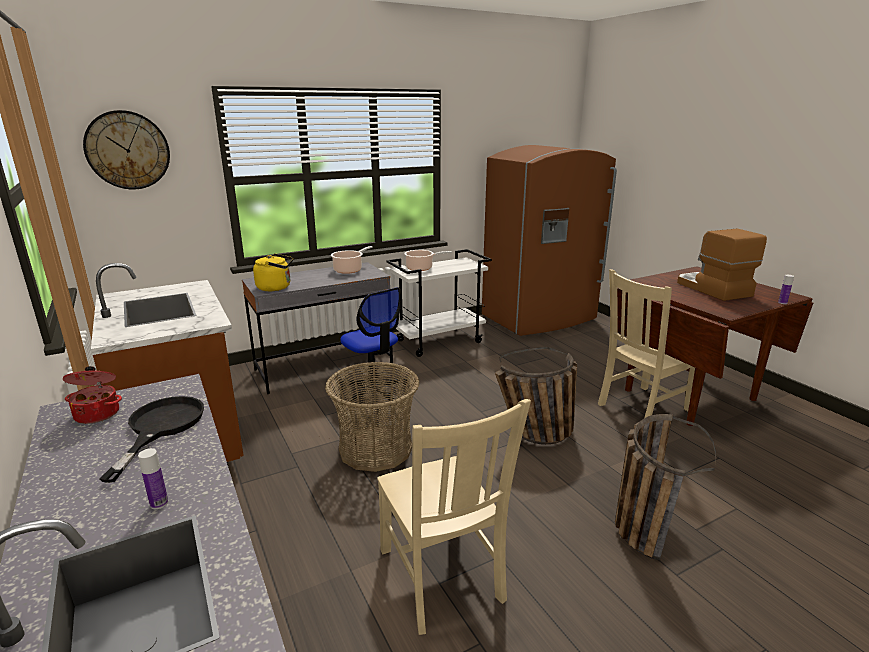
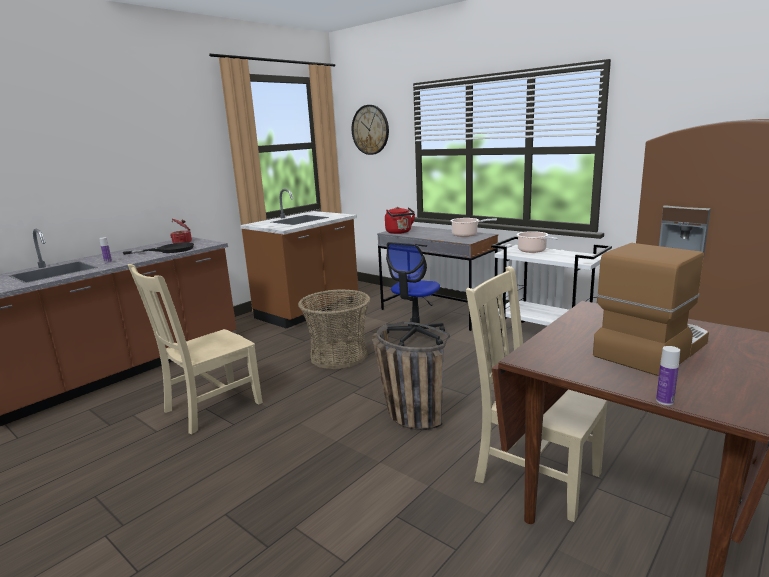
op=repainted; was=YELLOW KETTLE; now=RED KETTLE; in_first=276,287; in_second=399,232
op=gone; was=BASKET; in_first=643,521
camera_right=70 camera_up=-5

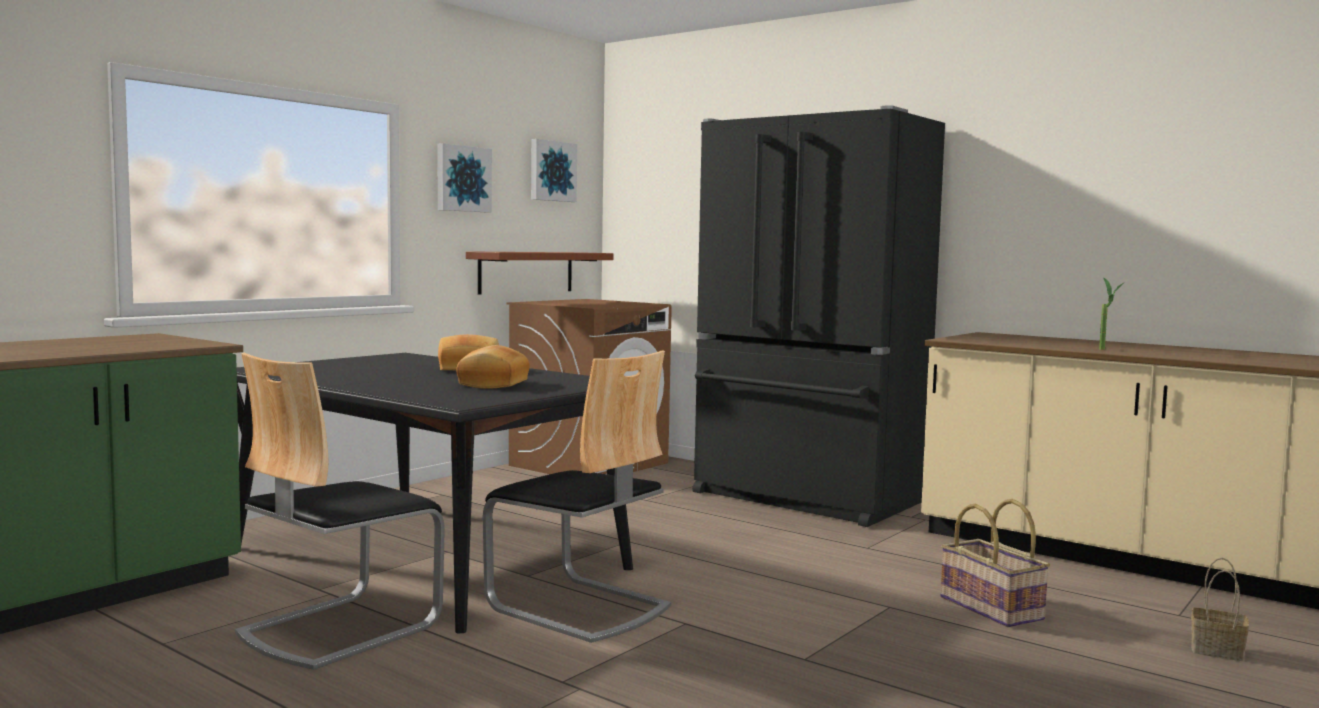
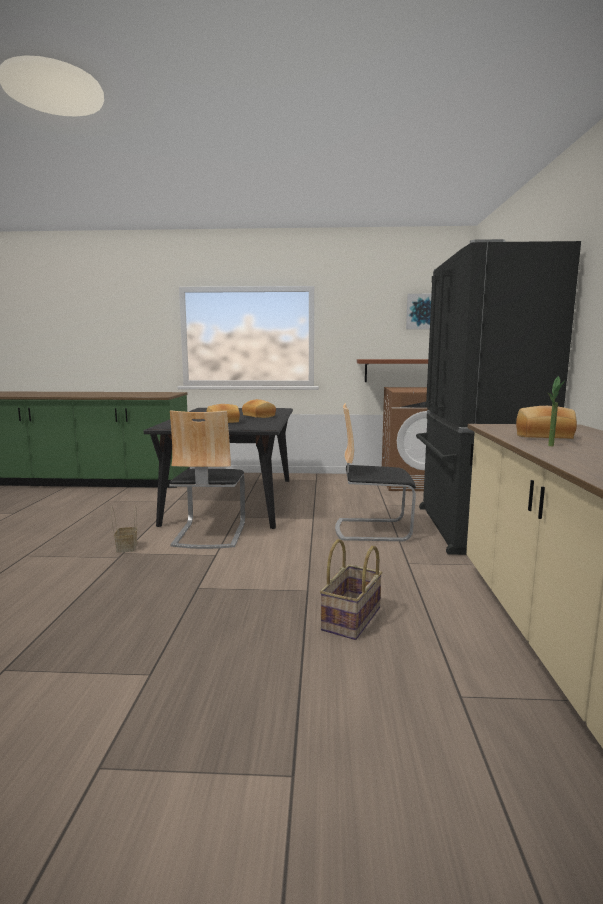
op=shifted; was=CHAIR; in_first=338,628; in_second=372,529
op=gone; was=PICTURE; in_first=462,179
op=shifted; was=BASKET; in_first=1215,651; in_second=126,547
op=new; now=BREAD; in_second=544,436
camera_right=55 camera_up=5

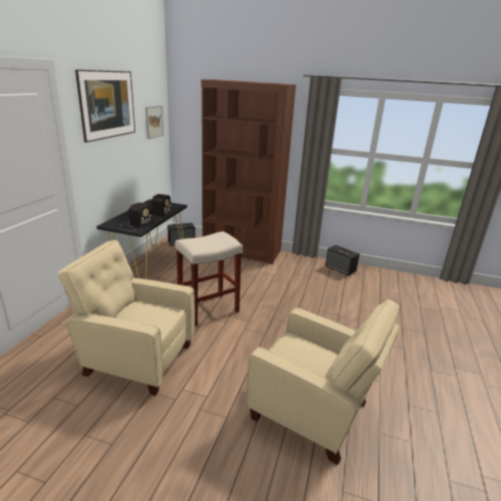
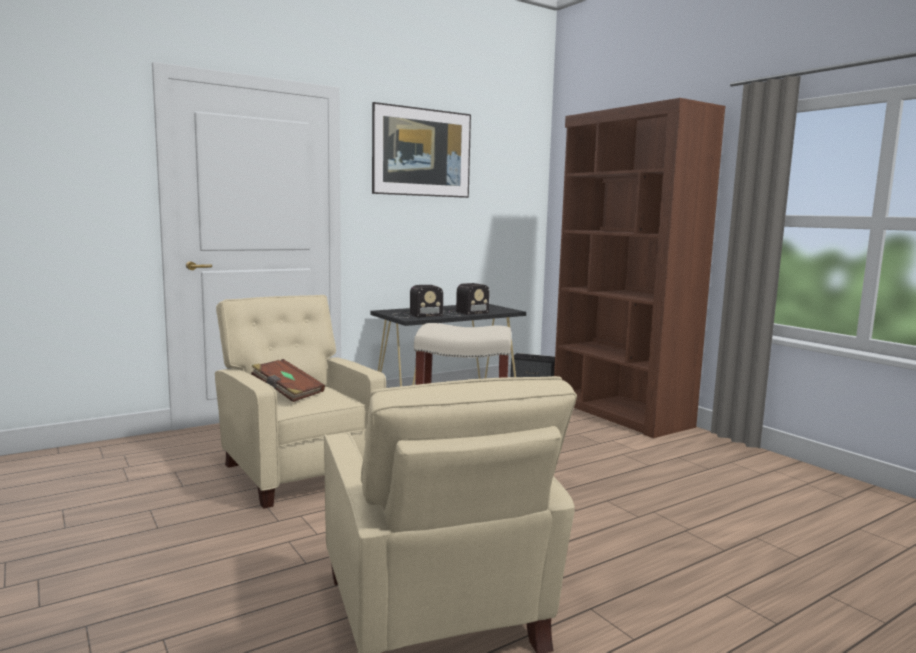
op=gone; was=PICTURE; in_first=154,122
op=gone; was=SPEAKER; in_first=340,269
op=new; now=BROWN BOOK; in_second=287,393
camera_right=40 camera_up=-15

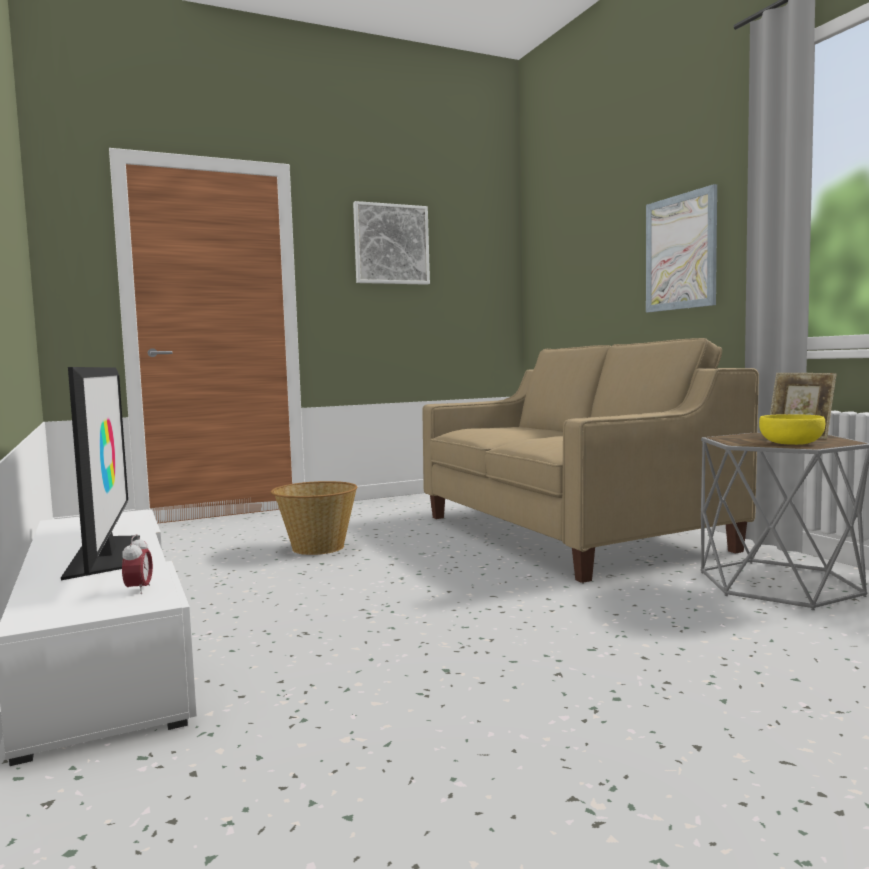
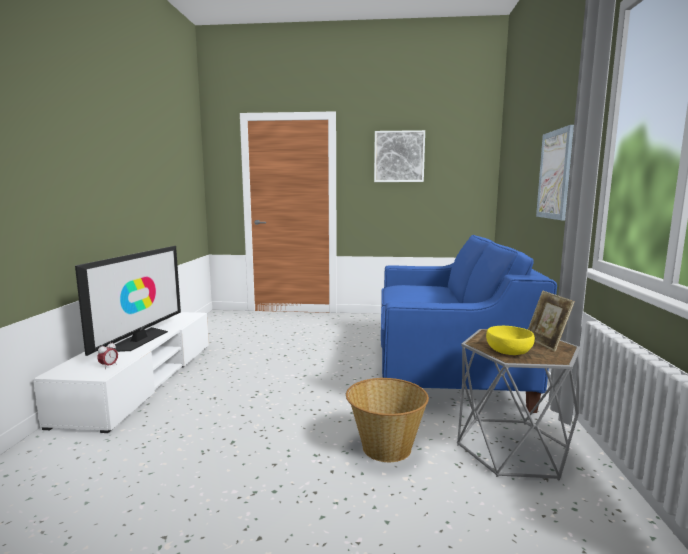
op=shifted; was=BASKET; in_first=317,548; in_second=385,447
op=repainted; was=BEIGE SOFA; now=BLUE SOFA; in_first=568,533; in_second=445,365
camera_right=30 camera_up=5

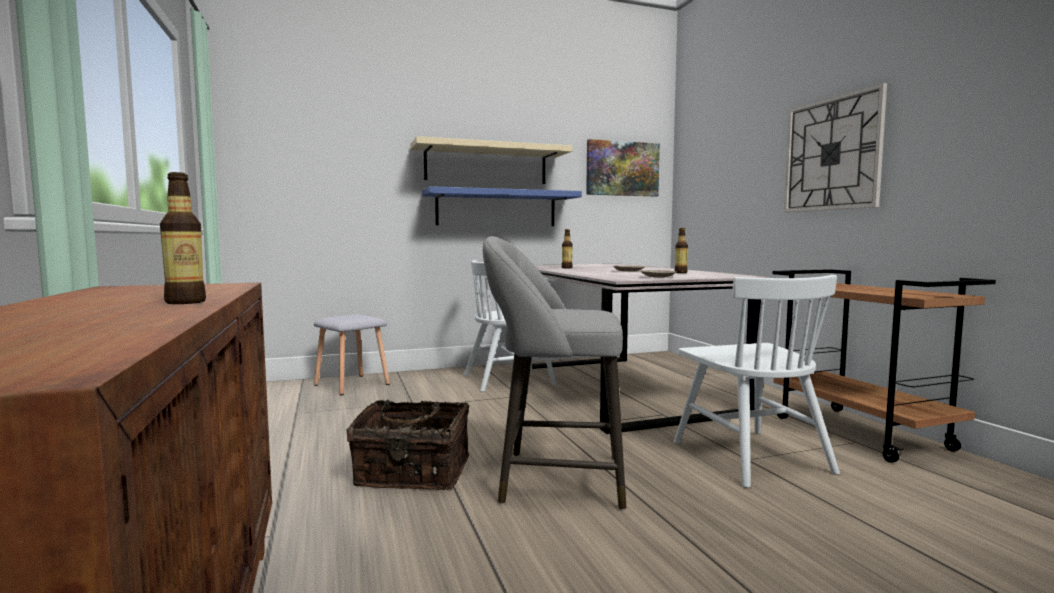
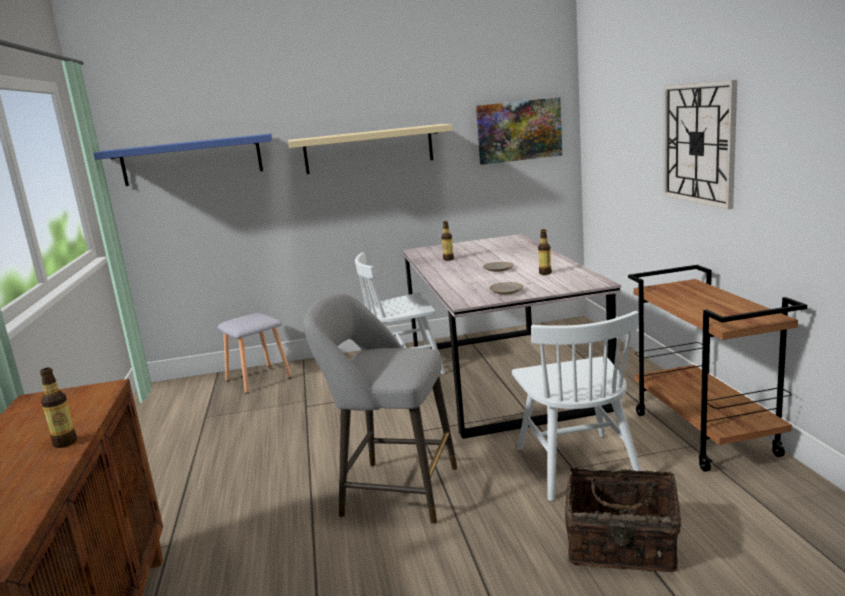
op=shifted; was=BASKET; in_first=412,474; in_second=621,546
op=shifted; was=BLUE SHELF; in_first=496,209; in_second=192,160
camera_right=10 camera_up=10

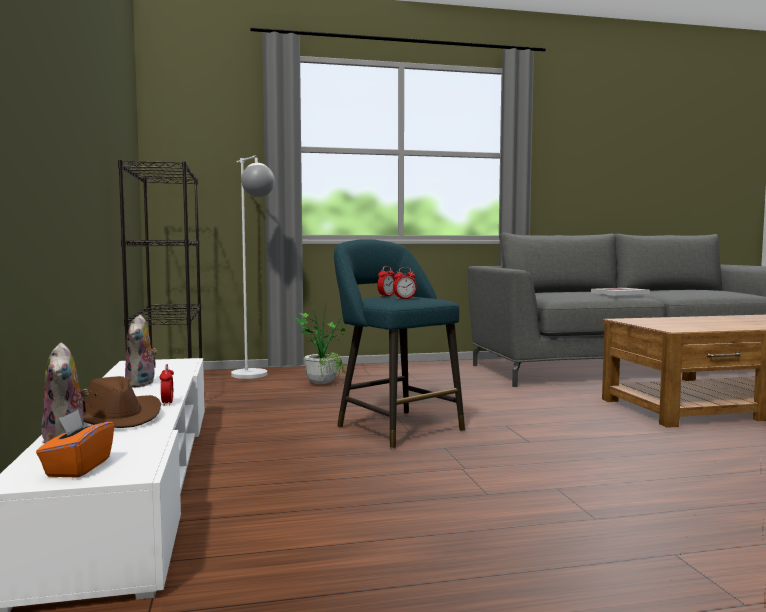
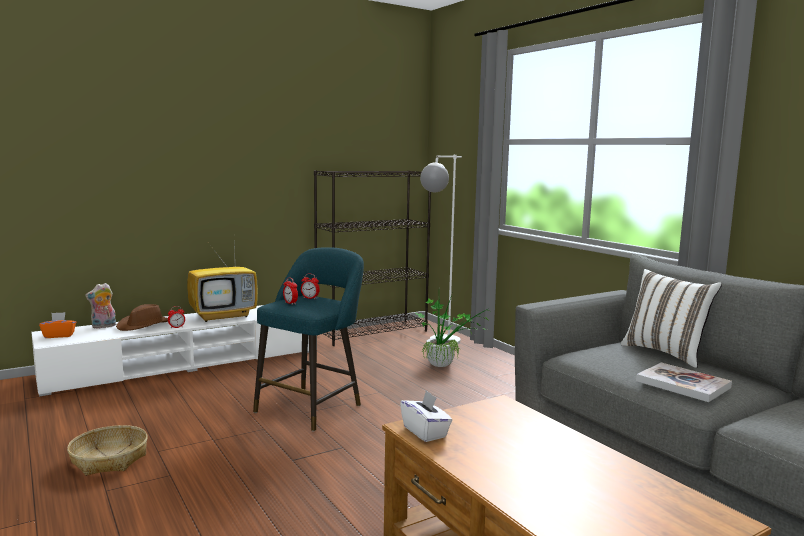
op=swapped; was=PLUSH TOY; now=TELEVISION; in_first=142,384; in_second=224,316
op=new; now=BASKET; in_second=109,459
op=new; now=WHITE TISSUE BOX; in_second=425,432
op=new; now=WHITE PILLOW; in_second=665,353
camera_right=70 camera_up=5

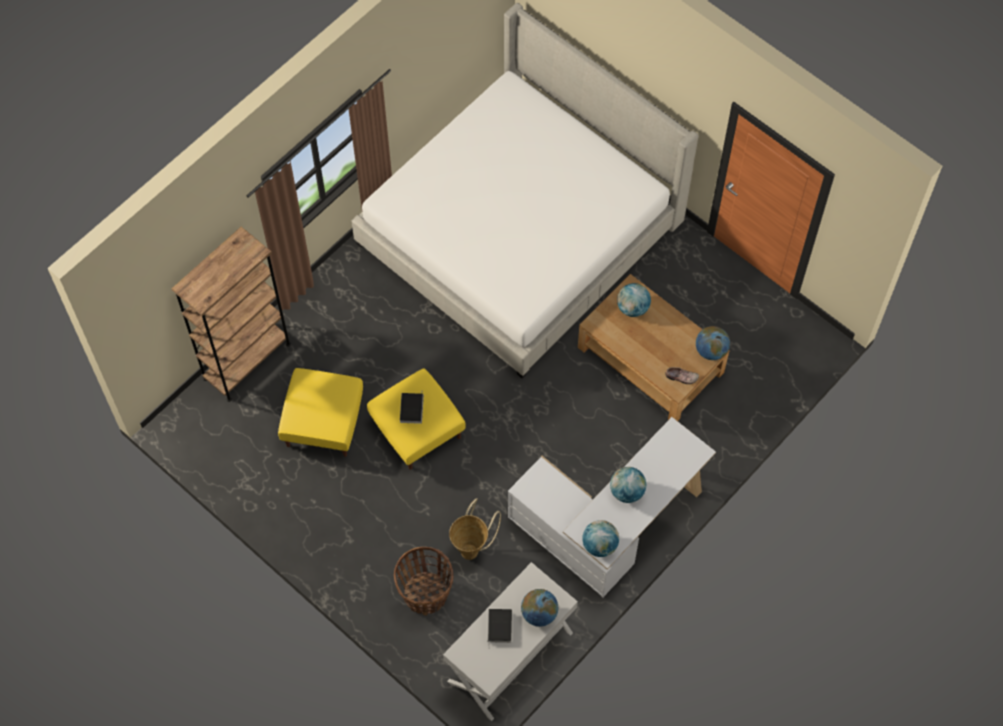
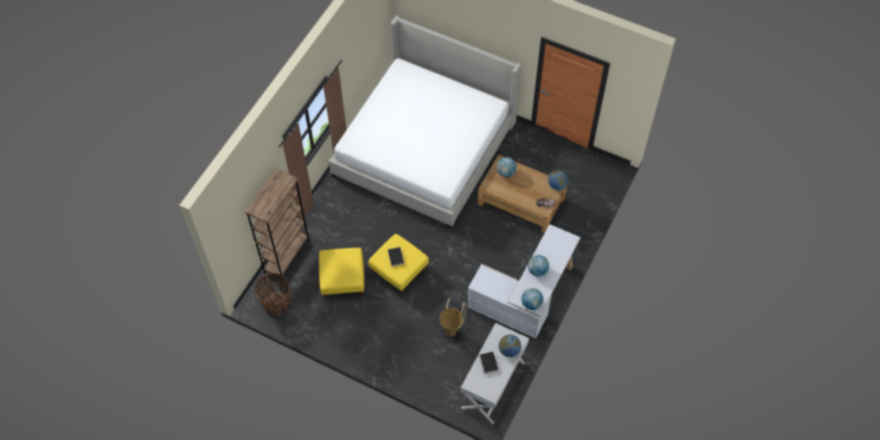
op=shifted; was=BASKET; in_first=426,594; in_second=276,304
camera_right=-15 camera_up=-5

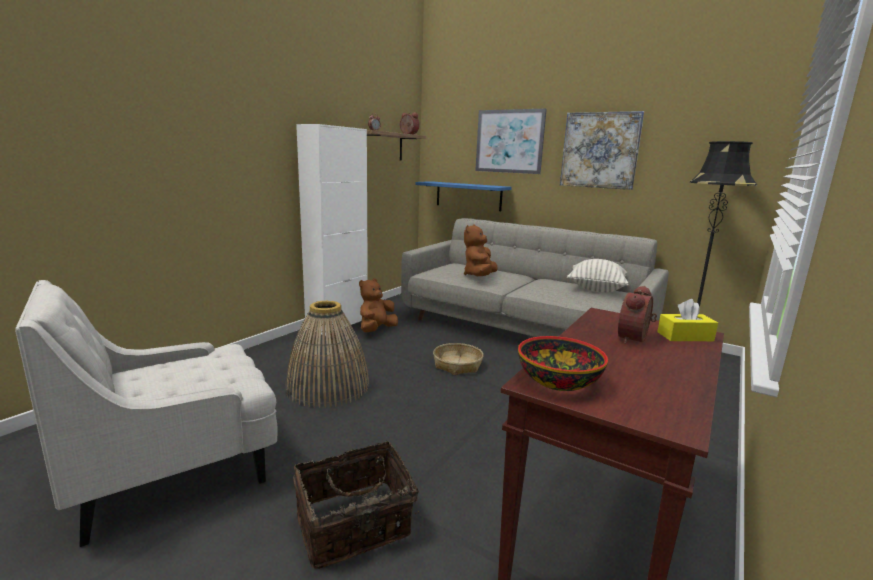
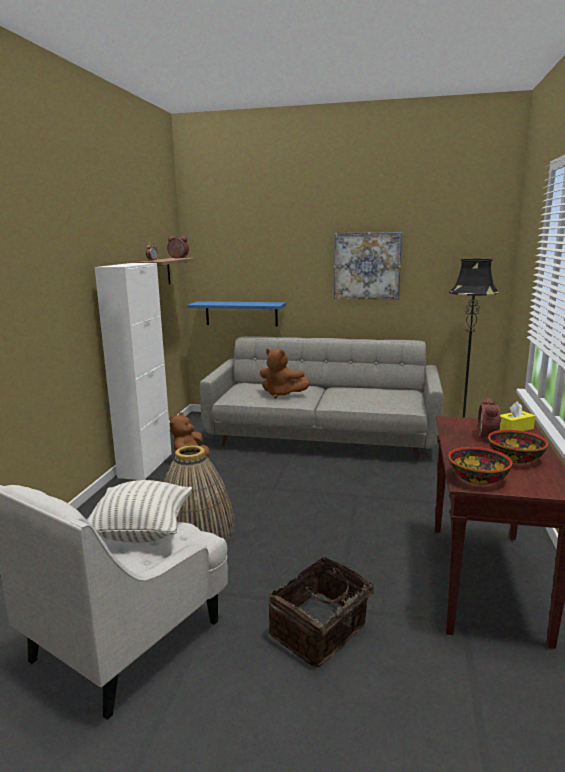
op=gone; was=BASKET; in_first=457,365
op=rotated; was=BROWN PLUSH TOY; in_first=479,276; in_second=281,394; clockwise=-60
op=gone; was=PICTURE; in_first=509,141
op=shifted; was=PILLOW; in_first=596,289; in_second=141,532
op=new; now=BOWL; in_second=515,458
camera_right=-20 camera_up=0

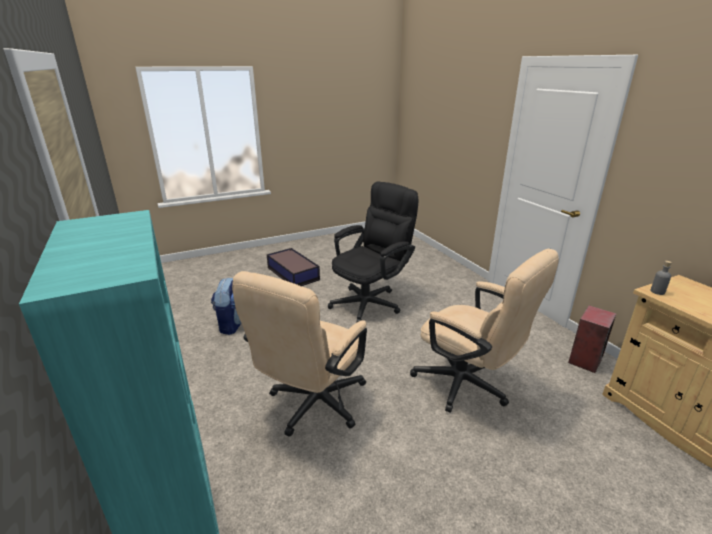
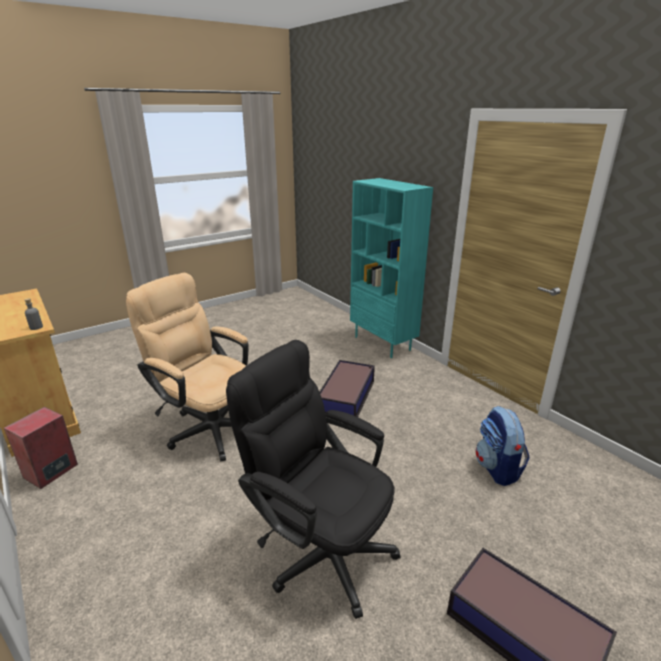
op=swapped; was=BEIGE OFFICE CHAIR; now=STORAGE BOX; in_first=312,407; in_second=347,397
op=rotated; was=BLACK OFFICE CHAIR; in_first=371,302; in_second=320,548; clockwise=90
camera_right=170 camera_up=0

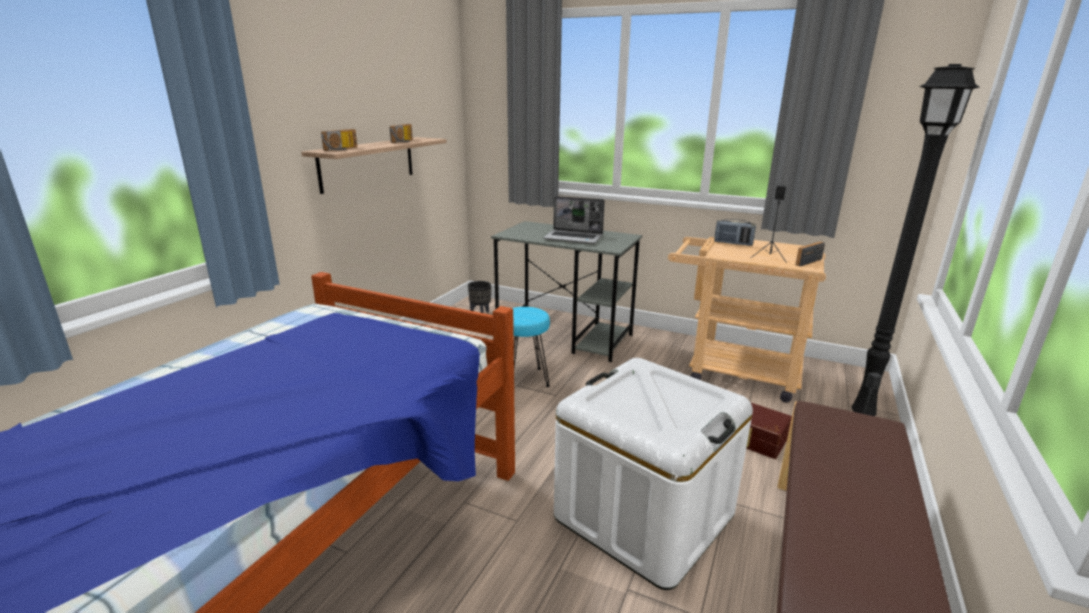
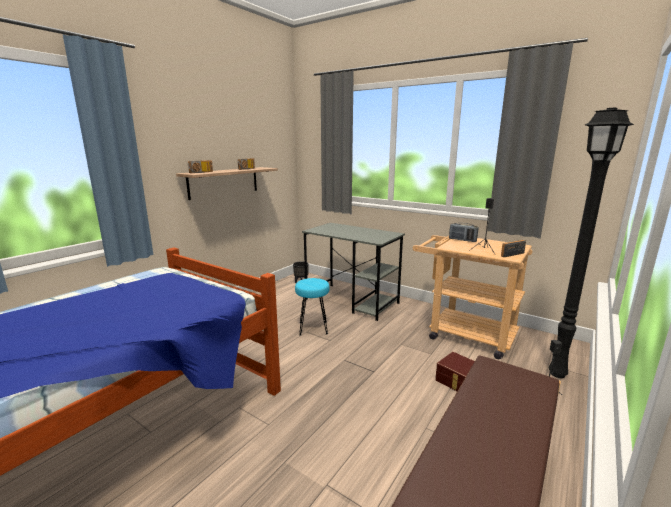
op=gone; was=LAPTOP; in_first=574,238
op=gone; was=WHITE STORAGE BOX; in_first=644,516
camera_right=10 camera_up=-5

